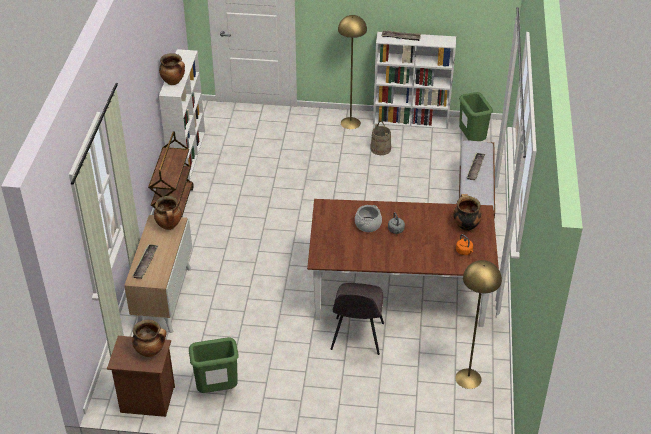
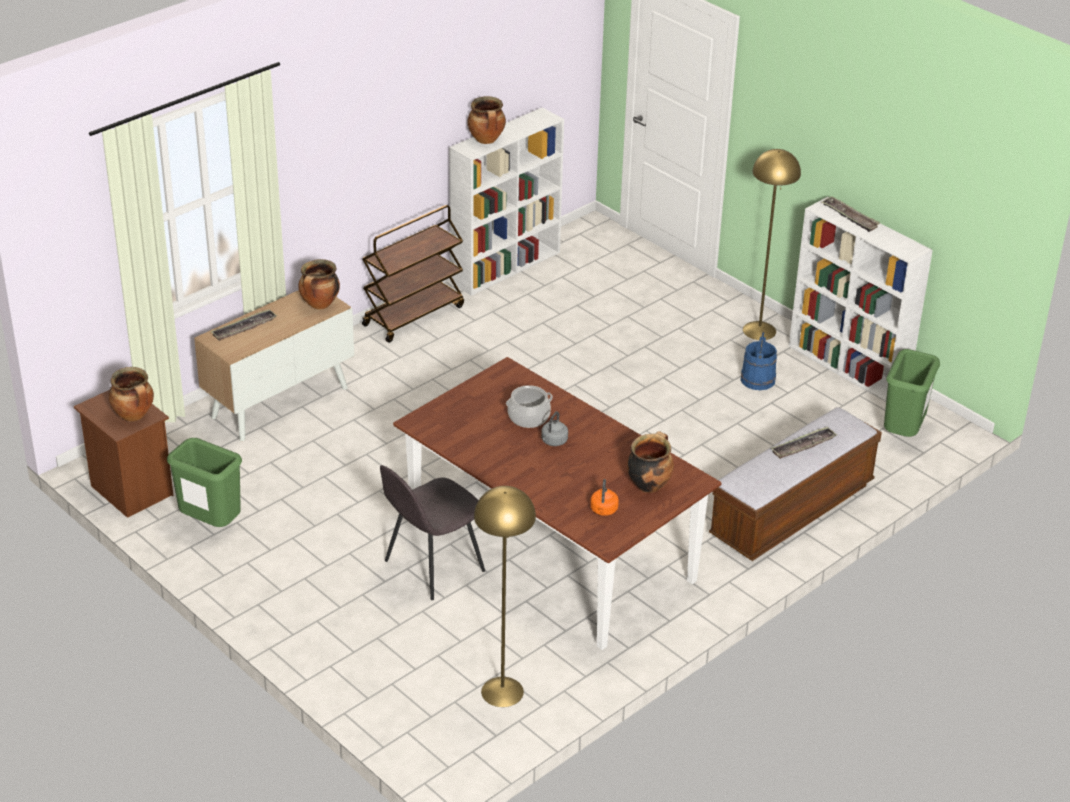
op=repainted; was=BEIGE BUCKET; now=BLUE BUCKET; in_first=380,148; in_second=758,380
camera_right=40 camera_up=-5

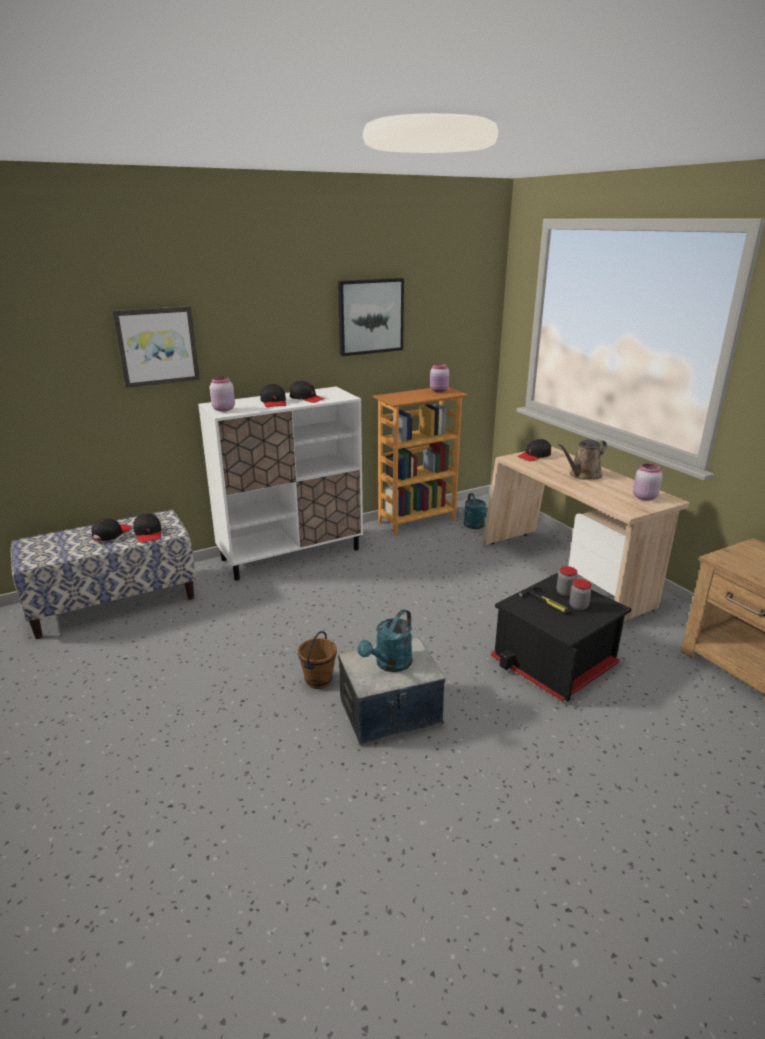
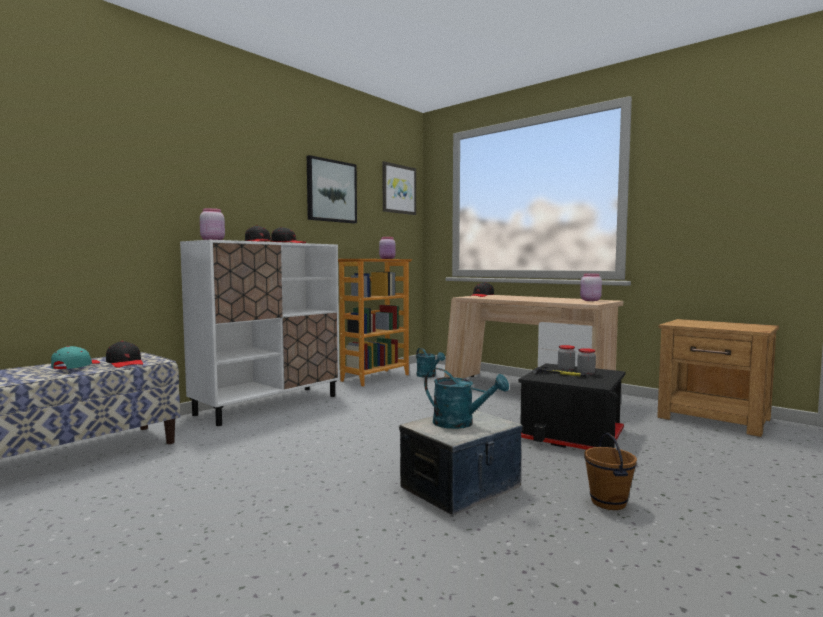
op=repainted; was=BLACK CAP; now=TURQUOISE CAP; in_first=111,534; in_second=75,366
op=shifted; was=PICTURE; in_first=157,346; in_second=398,189
op=shifted; was=BROWN BUCKET; in_first=319,681; in_second=609,502
op=rotated; was=TURQUOISE WATERING CAN; in_first=390,664; in_second=460,423; clockwise=-75
op=gone; was=BROWN WATERING CAN; in_first=583,475
camera_right=-20 camera_up=-20

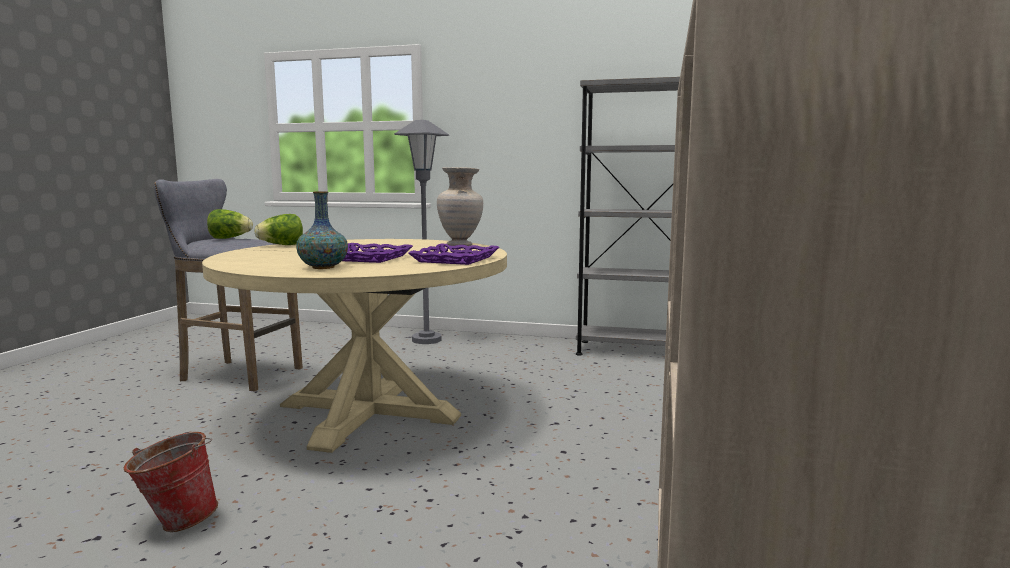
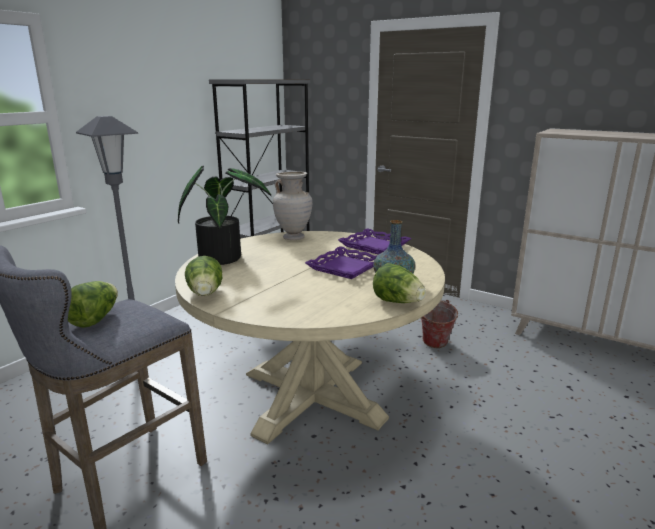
op=shifted; was=BUCKET; in_first=176,521; in_second=434,345
op=new; now=POTTED PLANT; in_second=223,257
op=new; now=LETTUCE; in_second=397,302
camera_right=-70 camera_up=10

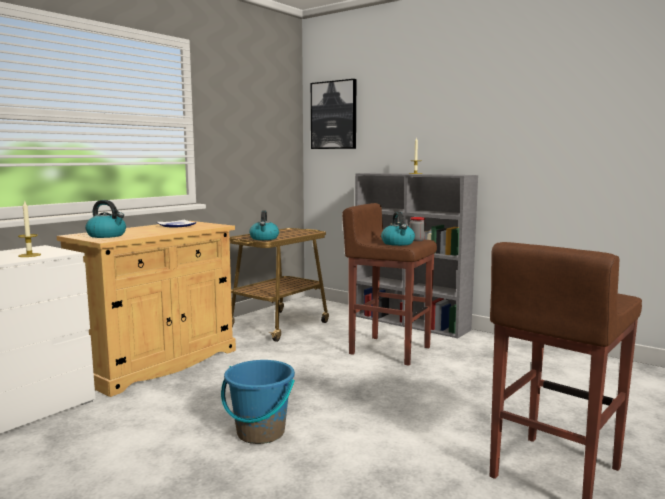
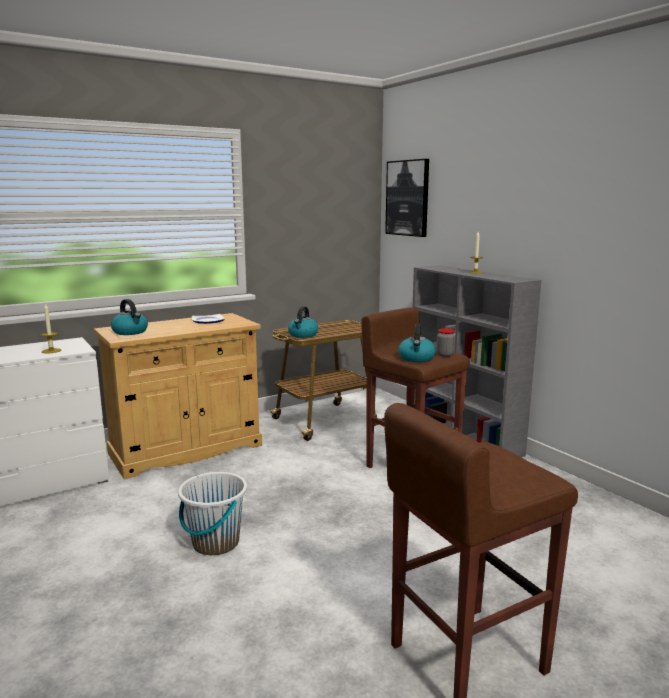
op=repainted; was=BLUE BUCKET; now=WHITE BUCKET; in_first=260,433; in_second=215,543
camera_right=20 camera_up=5

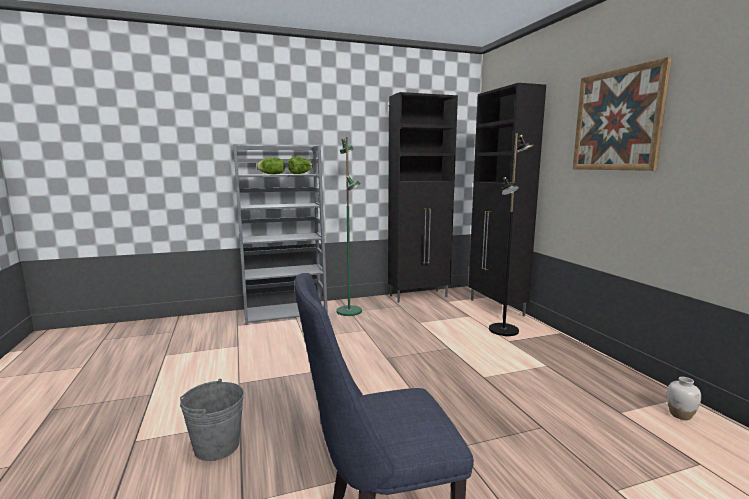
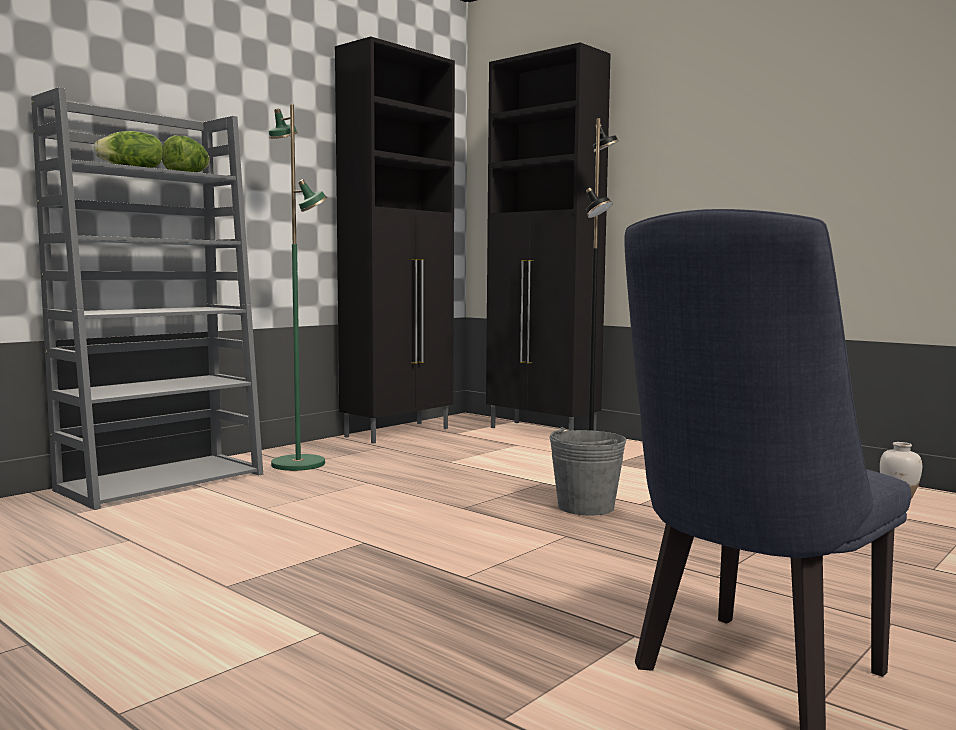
op=shifted; was=GREY BUCKET; in_first=216,446; in_second=585,507
op=gone; was=PICTURE; in_first=617,120
camera_right=-30 camera_up=-5

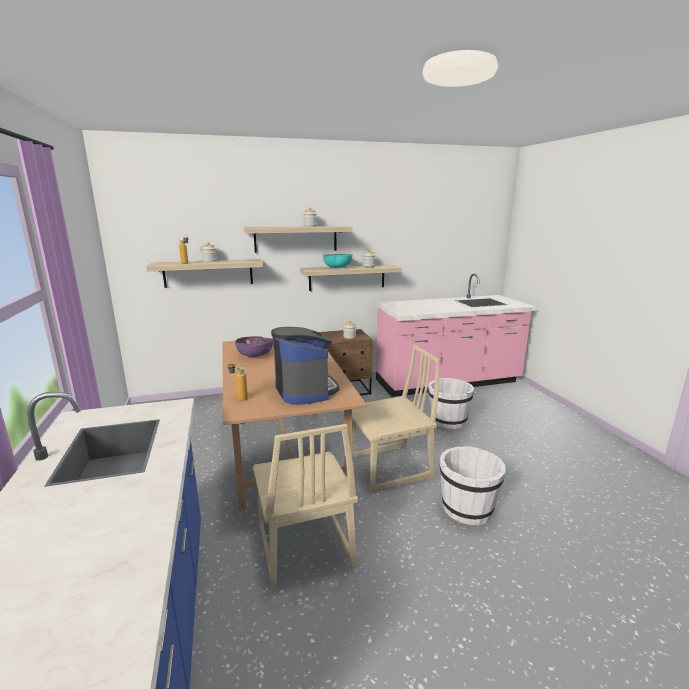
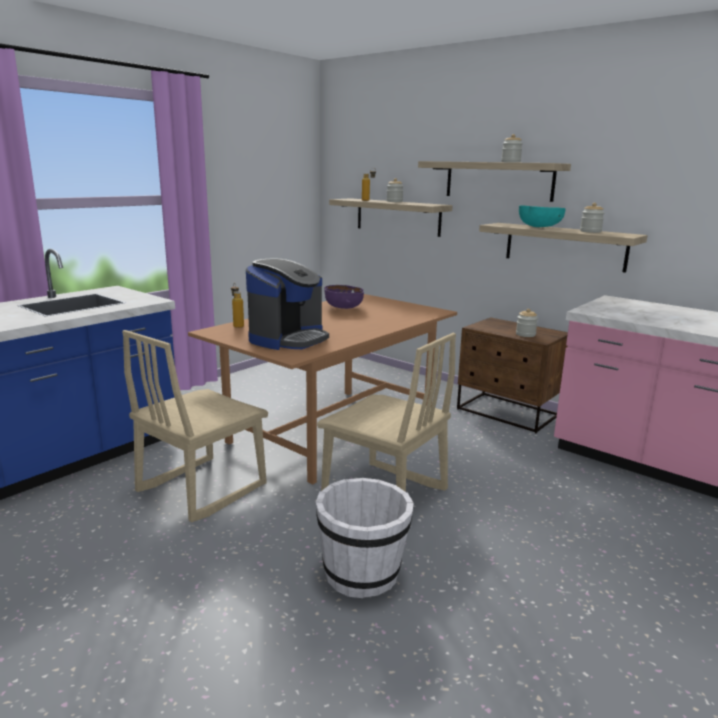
op=gone; was=WHITE BUCKET; in_first=448,421
camera_right=55 camera_up=0

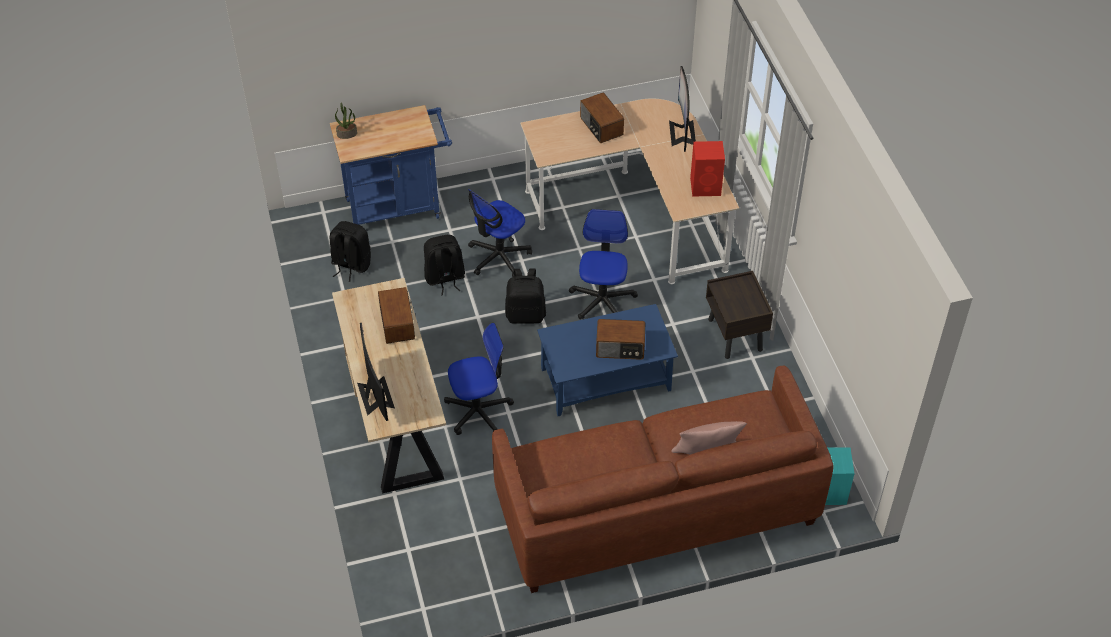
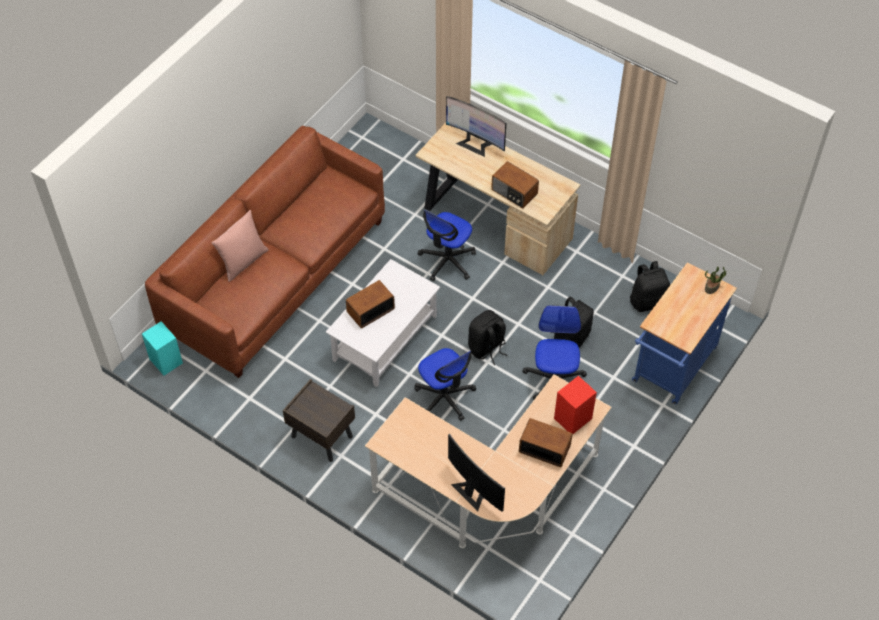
op=repainted; was=BLUE COFFEE TABLE; now=WHITE COFFEE TABLE; in_first=604,380; in_second=385,337
op=shifted; was=RED SPEAKER; in_first=706,187; in_second=572,419
camera_right=140 camera_up=5

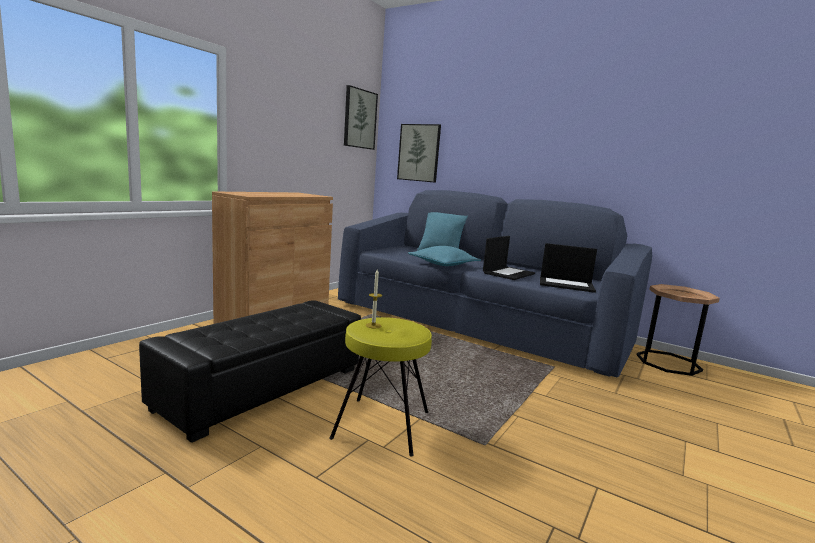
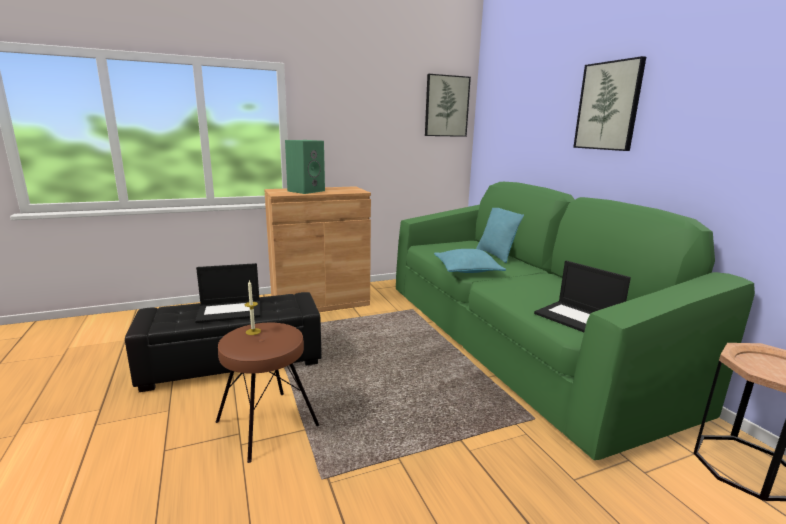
op=repainted; was=YELLOW STOOL; now=BROWN STOOL; in_first=381,424; in_second=267,423
op=repainted; was=BLUE SOFA; now=GREEN SOFA; in_first=477,324; in_second=513,341
op=shifted; was=PICTURE; in_first=419,153; in_second=608,106
op=shifted; was=LAPTOP; in_first=508,273; in_second=230,311
op=new; now=GREEN SPEAKER; in_second=306,191
camera_right=35 camera_up=5

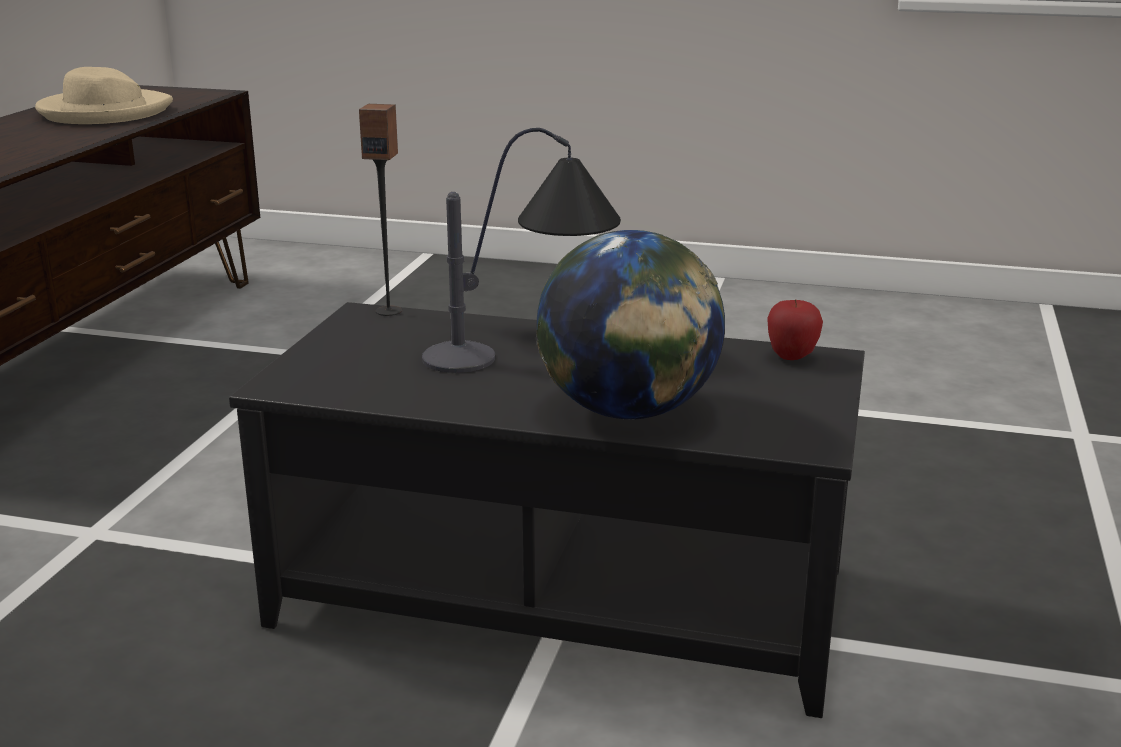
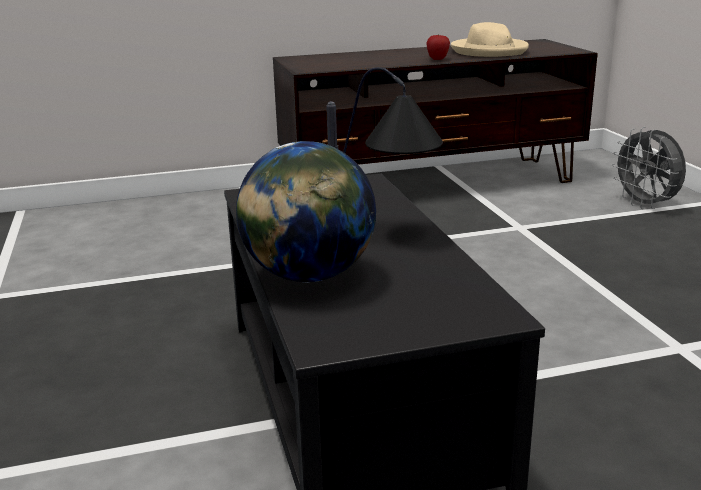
op=gone; was=SPEAKER; in_first=389,311
op=shifted; was=APPLE; in_first=791,357; in_second=437,59
op=new; now=GREY FAN; in_second=645,205
camera_right=60 camera_up=0

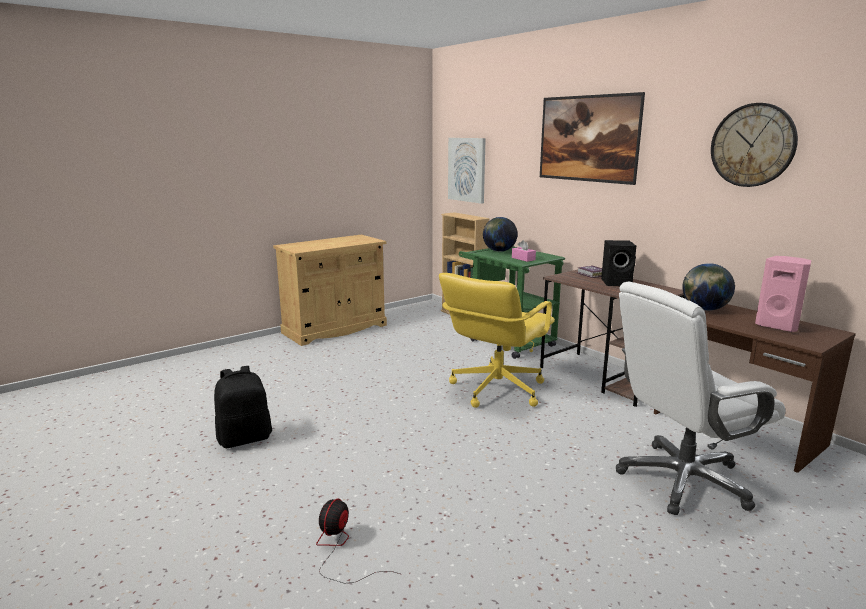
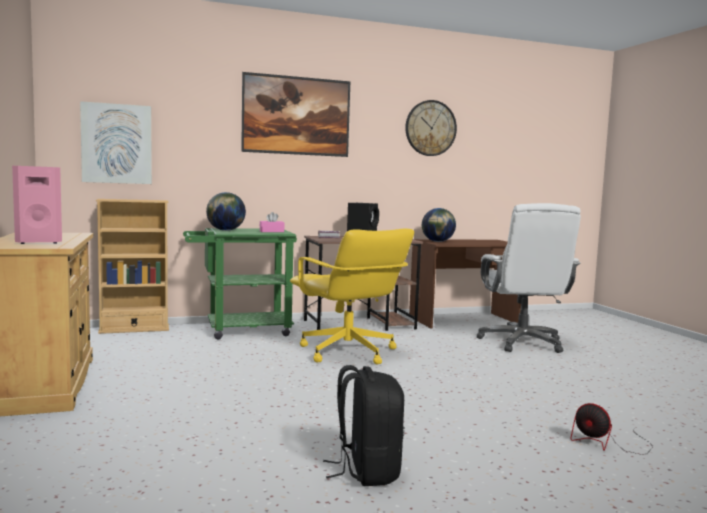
op=shifted; was=PINK SPEAKER; in_first=778,326; in_second=39,242
camera_right=-70 camera_up=-10

